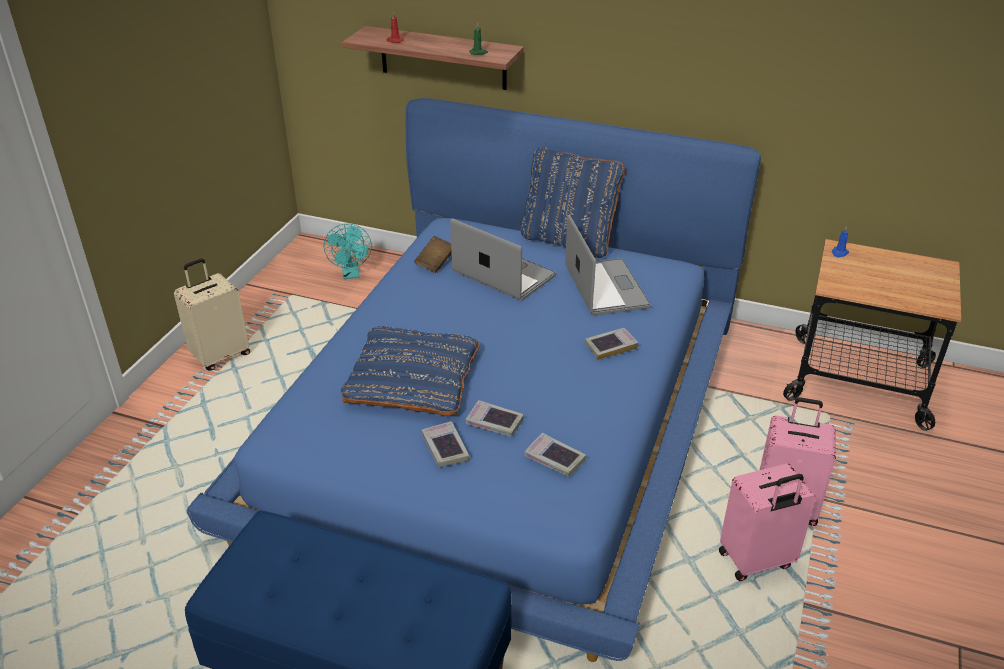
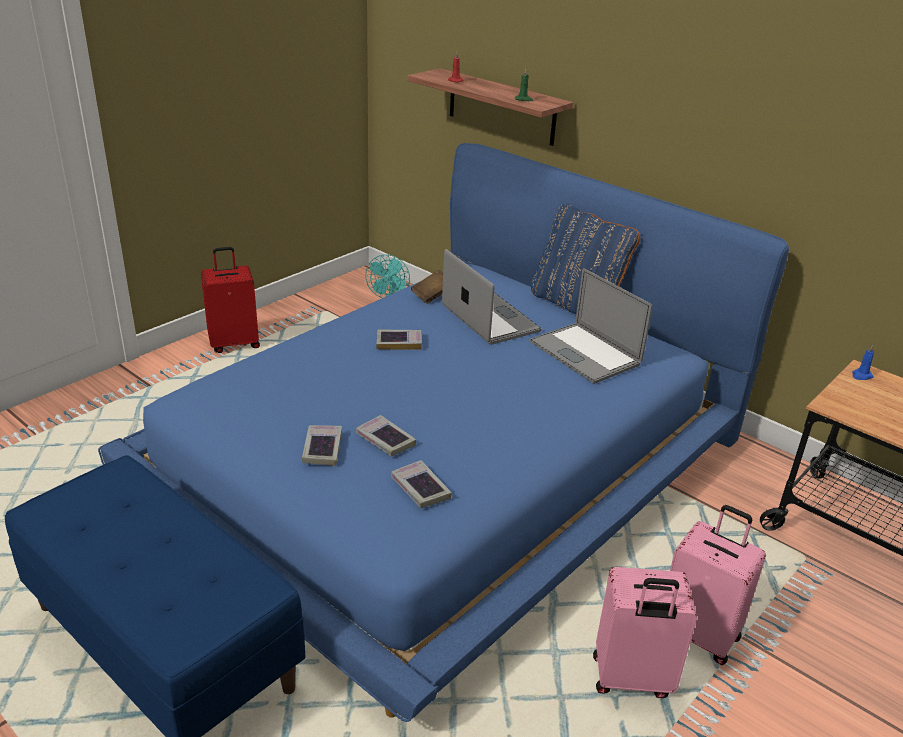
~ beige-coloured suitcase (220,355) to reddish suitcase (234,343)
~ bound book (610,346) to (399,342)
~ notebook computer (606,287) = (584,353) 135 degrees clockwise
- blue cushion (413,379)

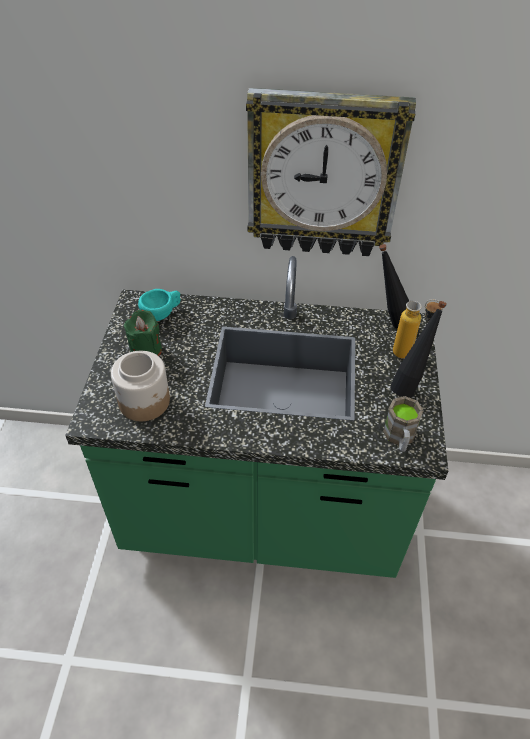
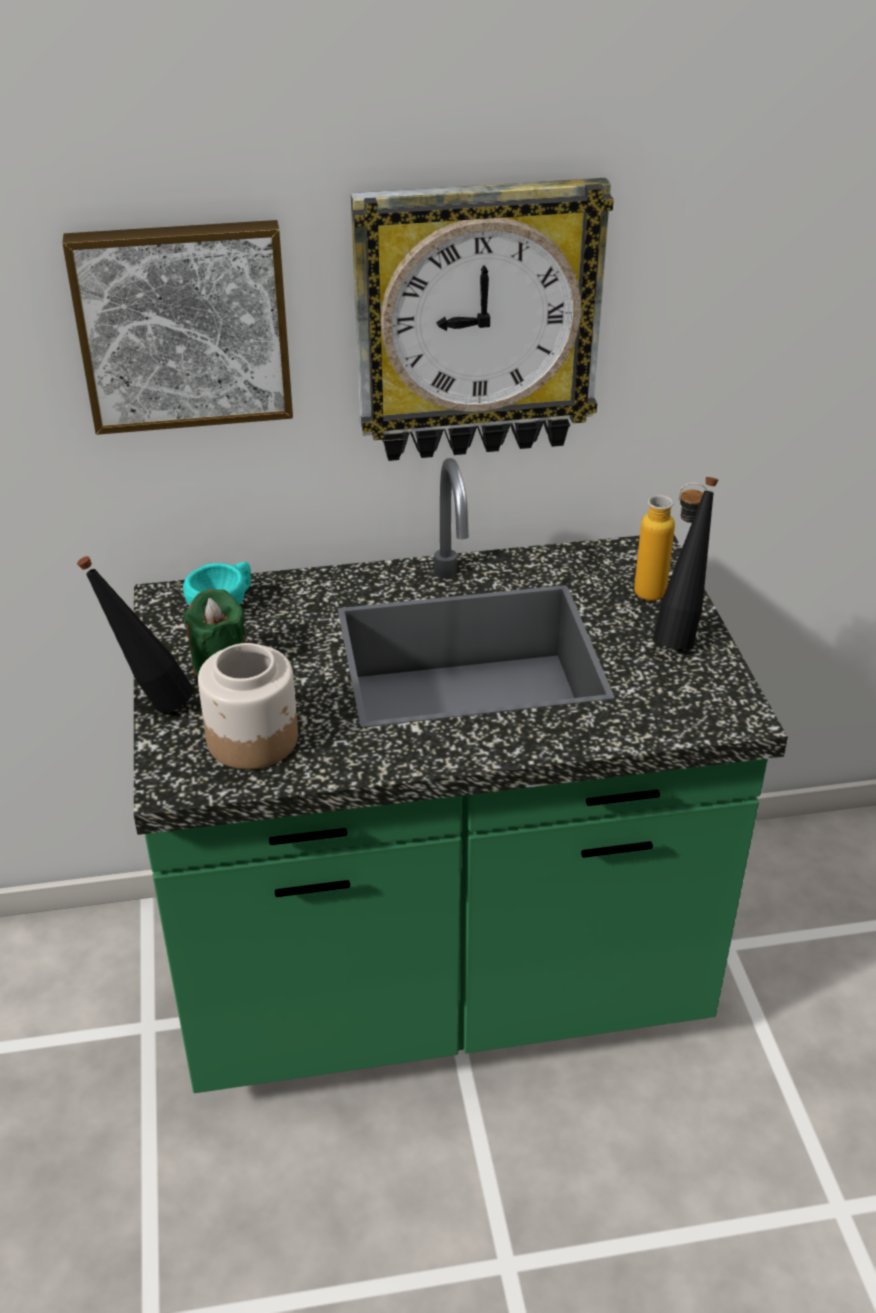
+ wall art (183,325)
~ black-coloured drink bottle (389,321) to (149,703)
- brownish coffee mug (399,438)

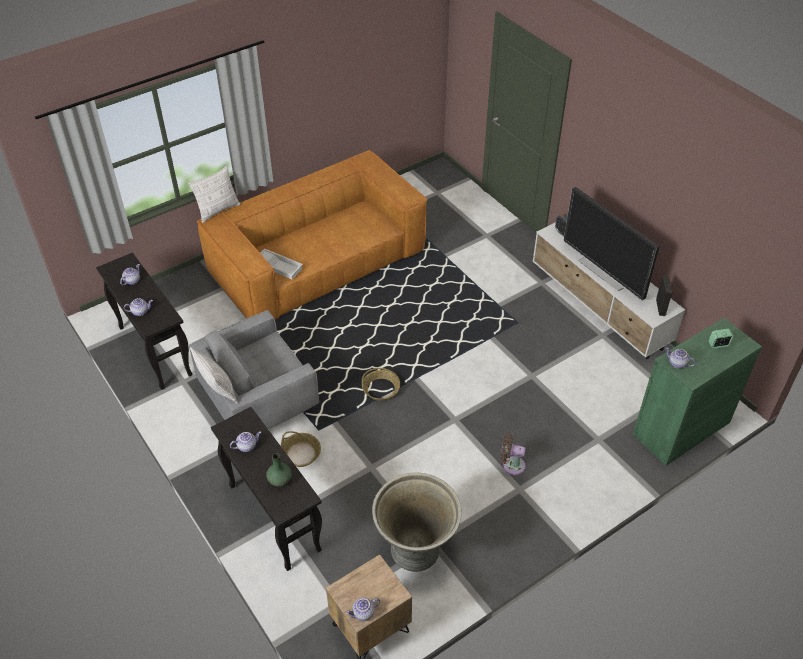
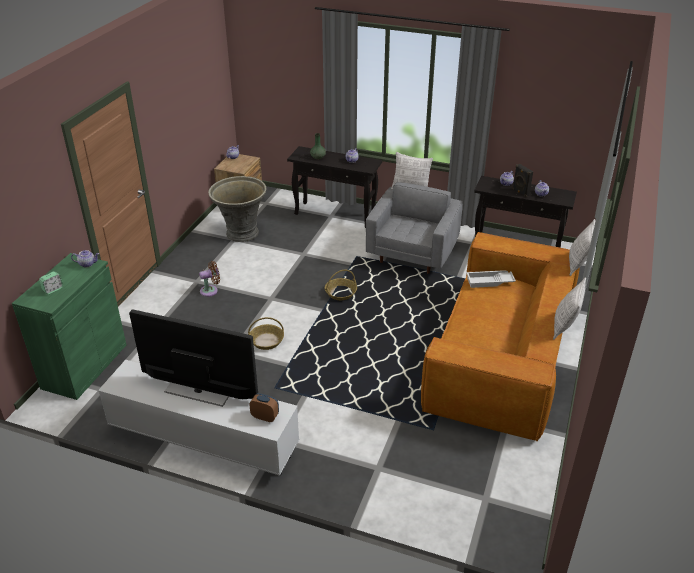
~ storage basket (301,454) to (266,341)
~ black-coloured loudspeaker (661,307) to (520,192)
+ cushion (564,326)

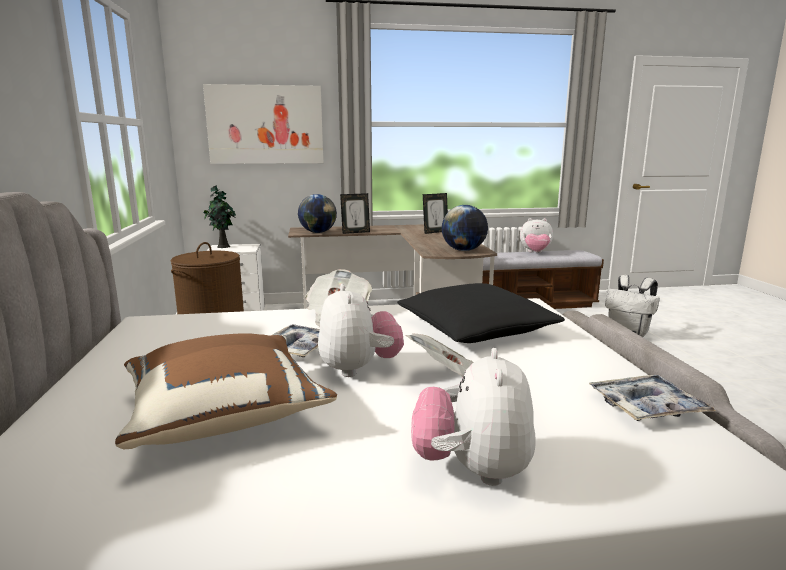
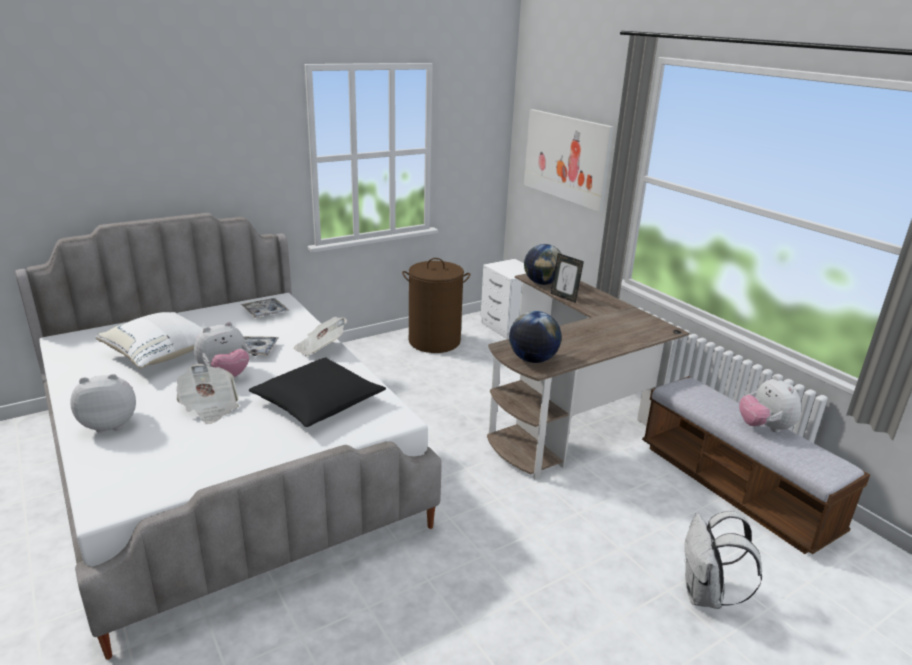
~ brownish cushion (225,414) to whitish cushion (162,355)
~ tray (646,407) to (265,312)
- plant in a pot (222,246)
- standing frame (435,232)

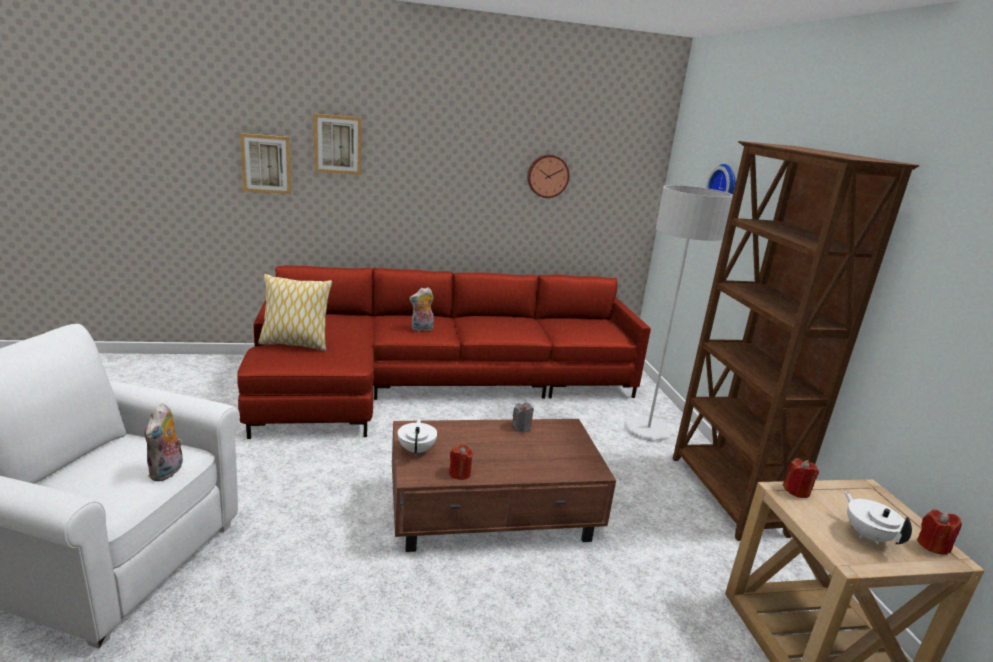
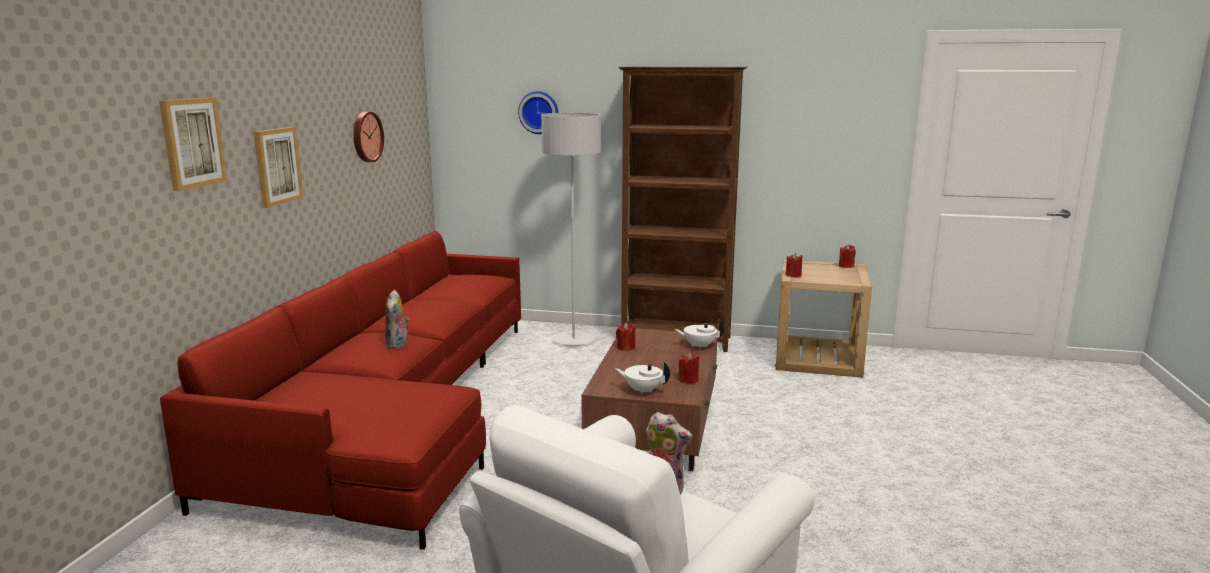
~ wall art (266,164) to (277,166)
~ greyish wax light (521,427) to reddish wax light (625,348)
~ whitish tea pot (868,535) to (699,346)
- cushion (295,344)

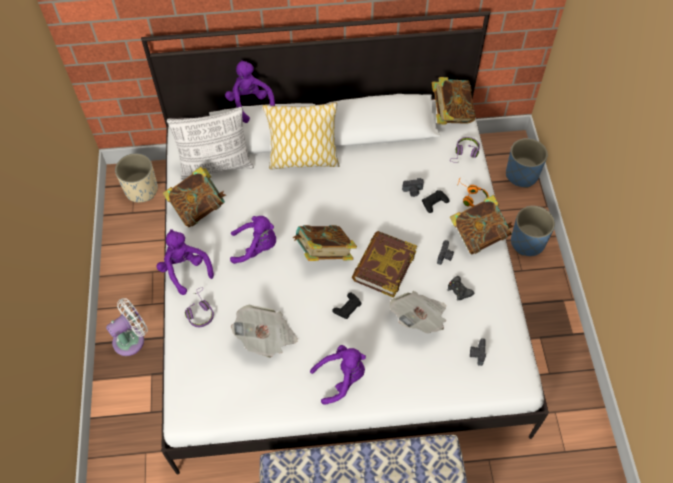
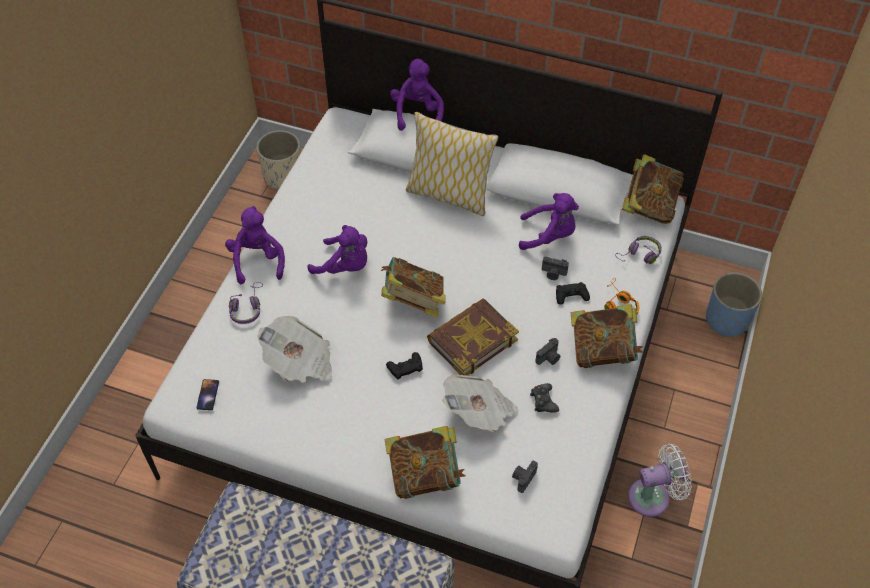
+ handset (207,395)
~ bound book (198,208) to (425,474)
~ purplish soft toy (341,378) to (549,236)
~ whitish fan (132,339) to (653,497)
- cushion (216,166)
- blue planter (527,242)

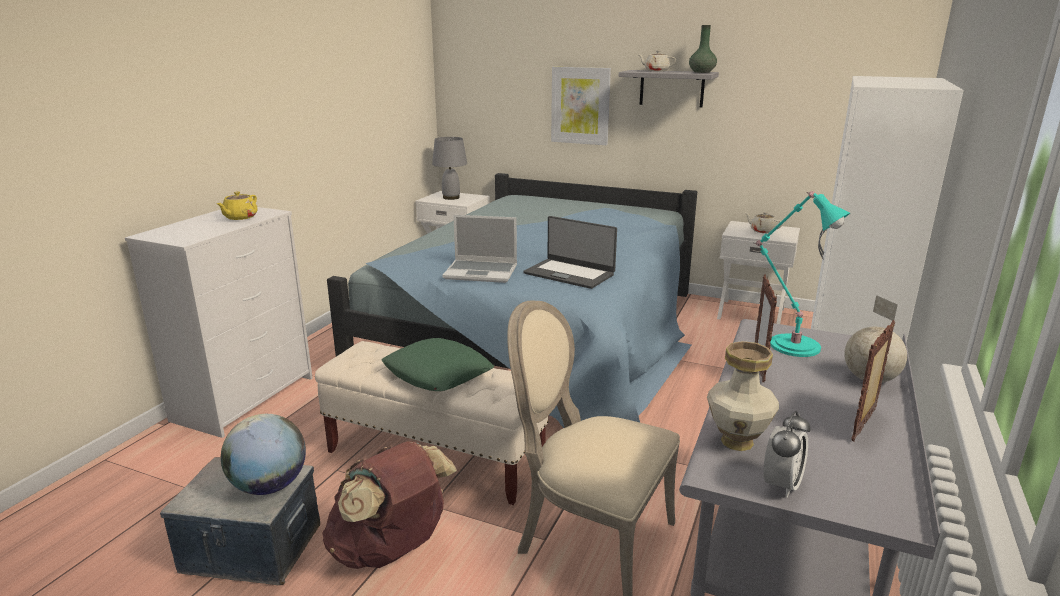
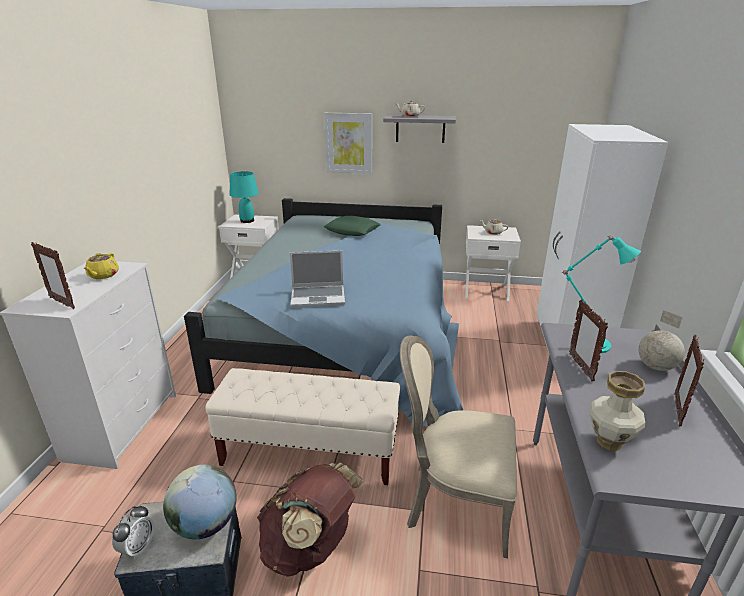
+ standing frame (62,303)
~ table clock (781,485) to (138,548)
~ greyish table lamp (451,197) to blue-green table lamp (247,220)
~ green cushion (437,373) to (352,231)
- notebook computer (569,274)
- green decorative vase (702,72)

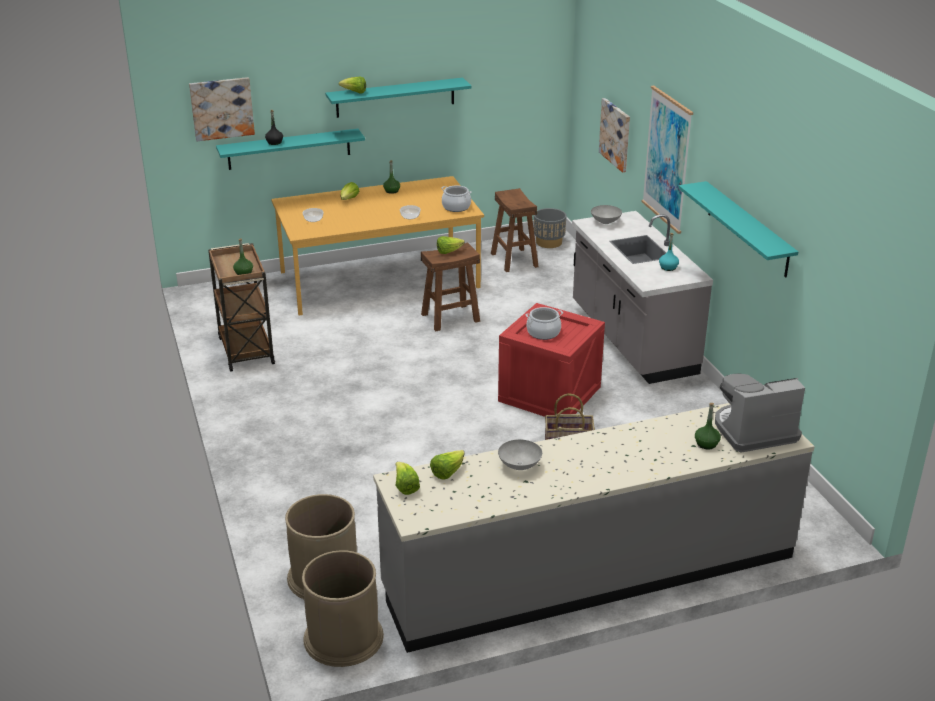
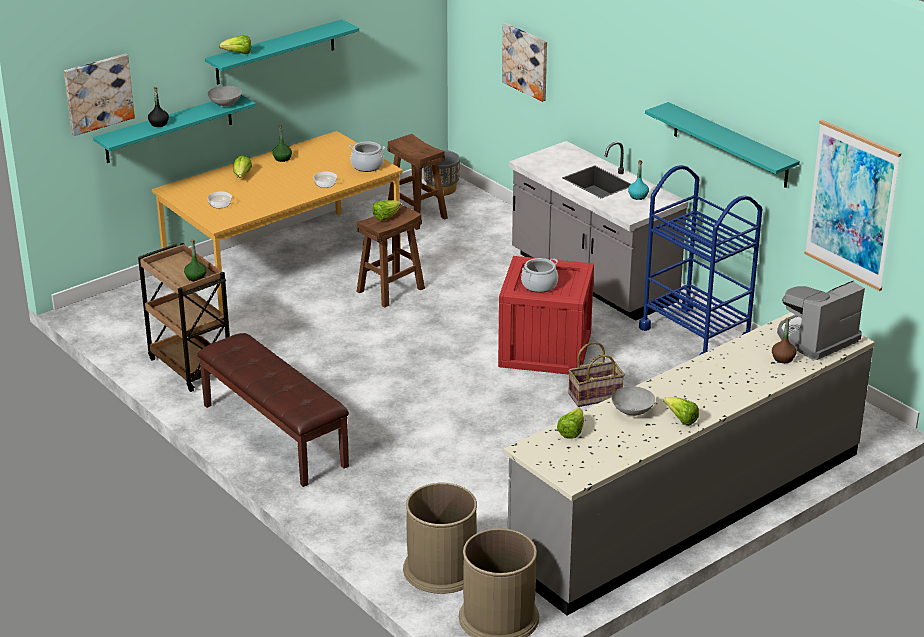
+ brownish bench (273,435)
~ greyish bowl (606,222) to (226,104)
+ blue wheeled cart (695,335)
~ lettuce (405,487) to (681,419)
~ green drink bottle (706,444) to brownish drink bottle (783,358)
~ wall art (667,159) to (852,205)

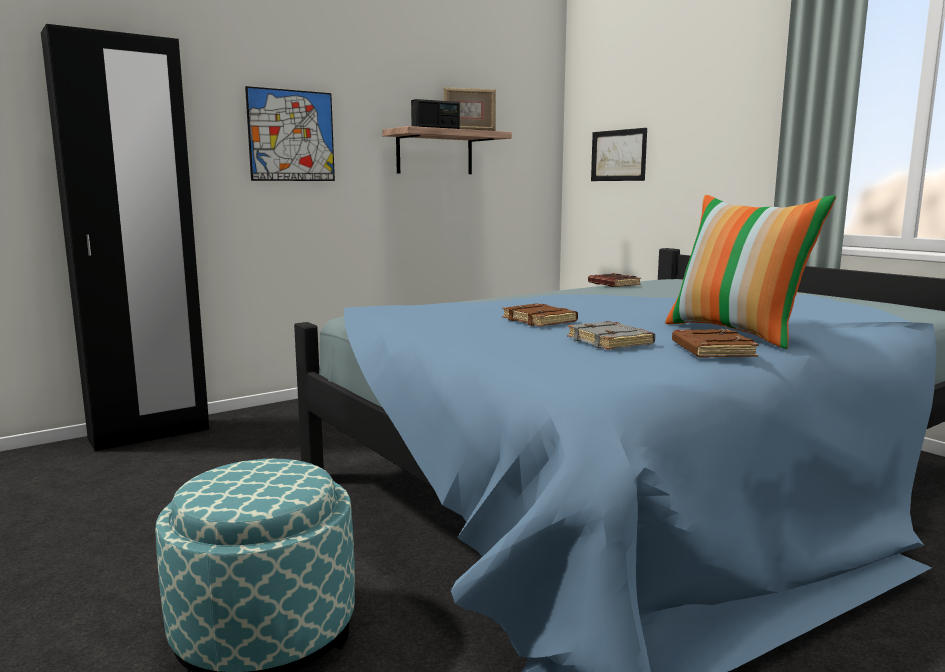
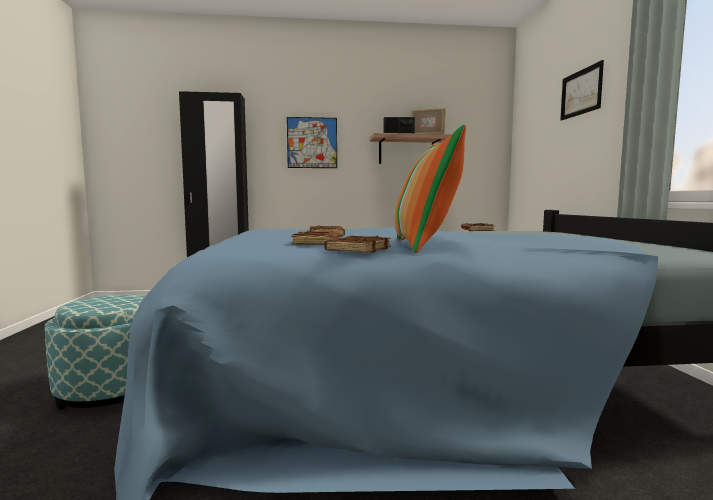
~ greyish bound book (611,342) to brownish bound book (317,243)
~ wall art (618,155) to (581,92)

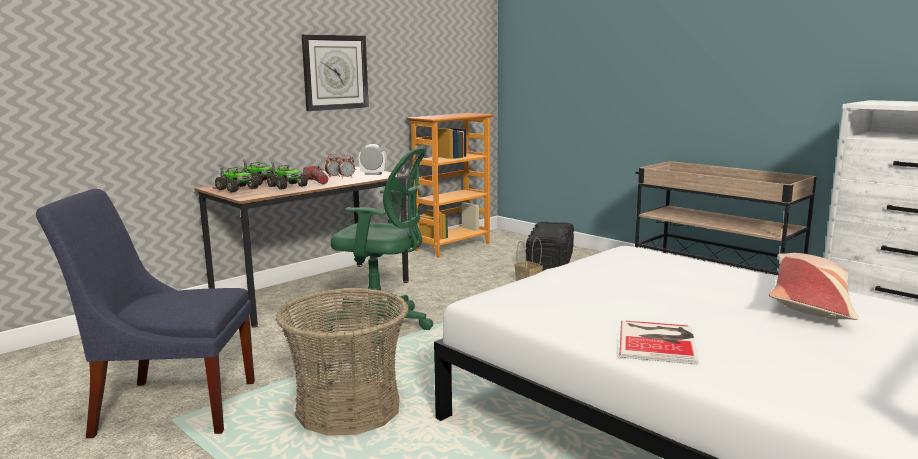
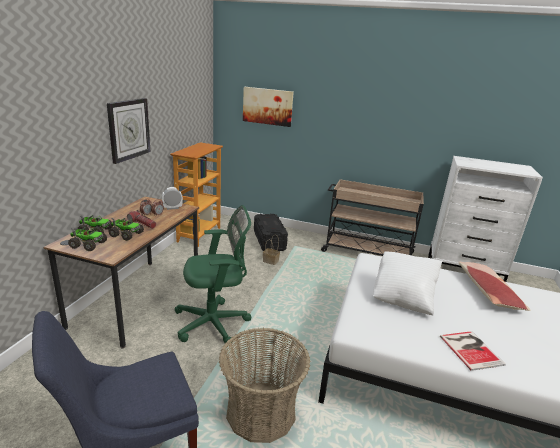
+ wall art (267,106)
+ whitish cushion (402,298)

